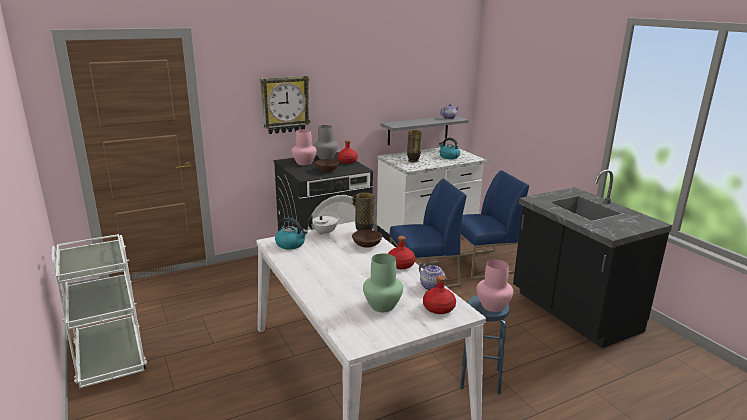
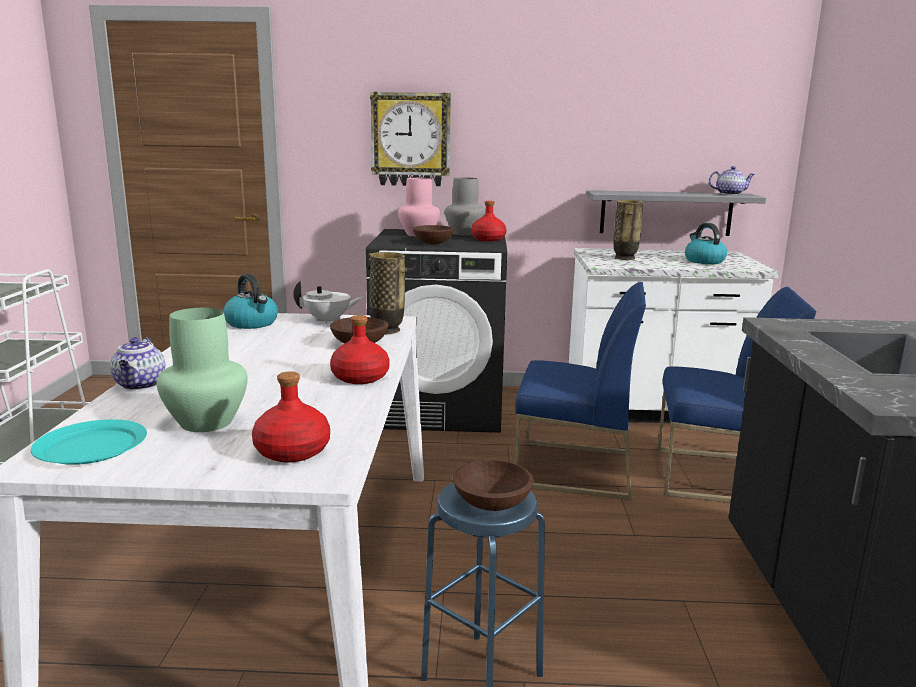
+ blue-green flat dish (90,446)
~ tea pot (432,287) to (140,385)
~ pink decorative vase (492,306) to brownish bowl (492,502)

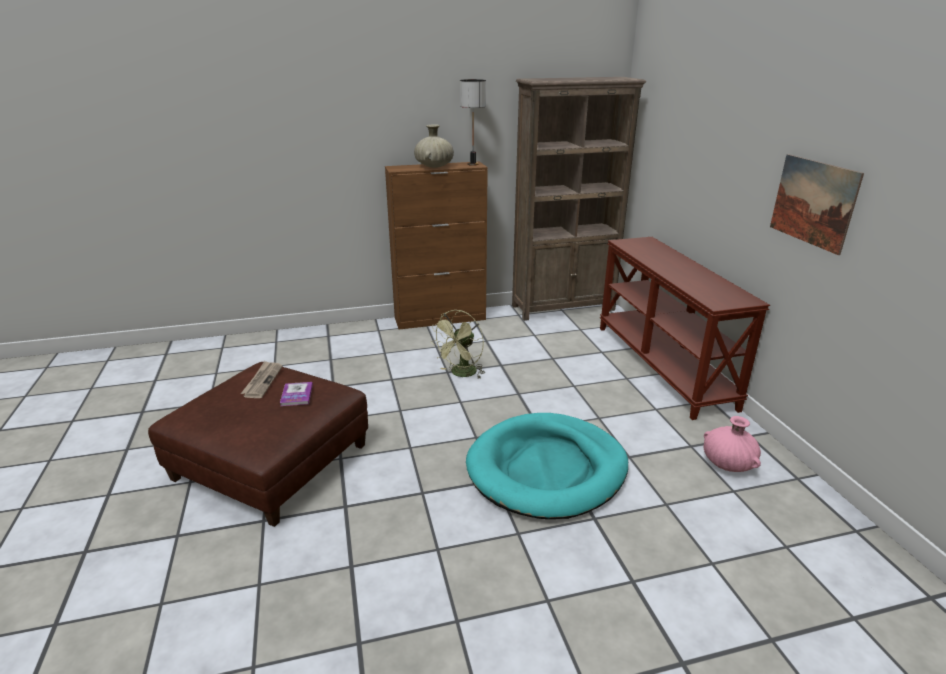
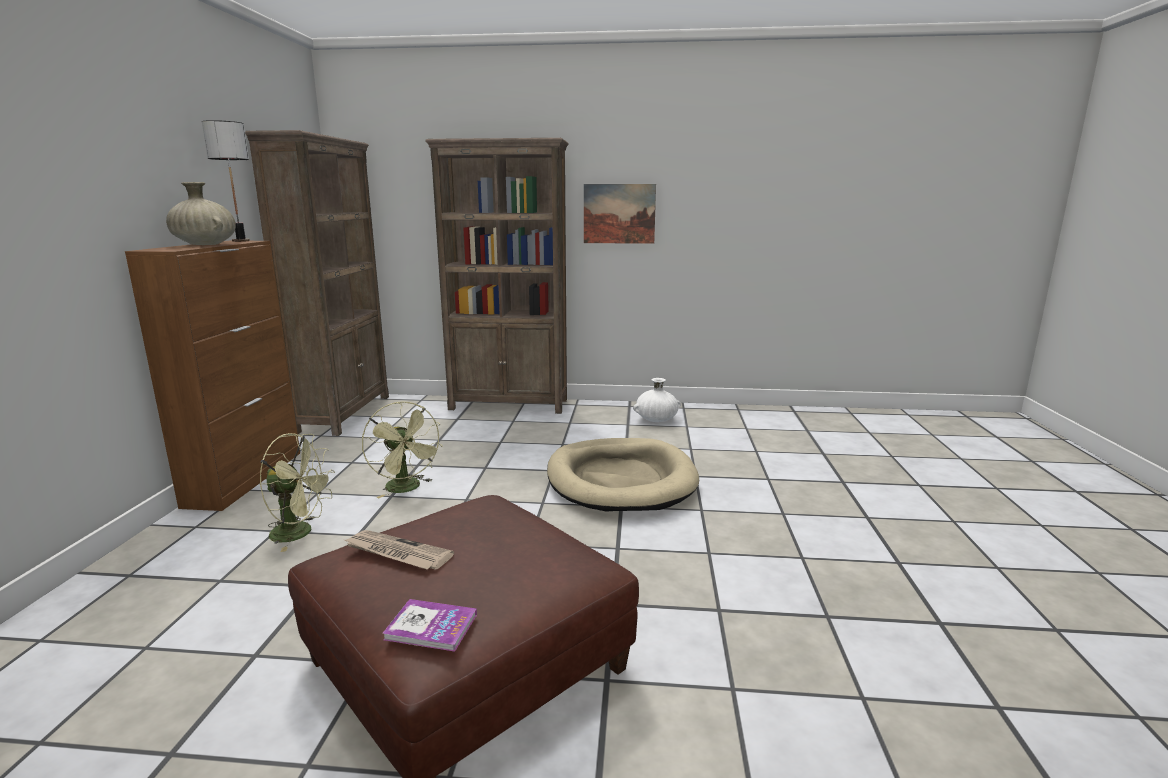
+ green fan (300,533)
~ bound book (296,395) to (431,627)
~ brownish hall table (663,365) to brownish shelving unit (509,405)
~ blue-green dog bed (547,469) to beige-coloured dog bed (620,480)
~ pink decorative vase (728,463) to whitish decorative vase (656,420)

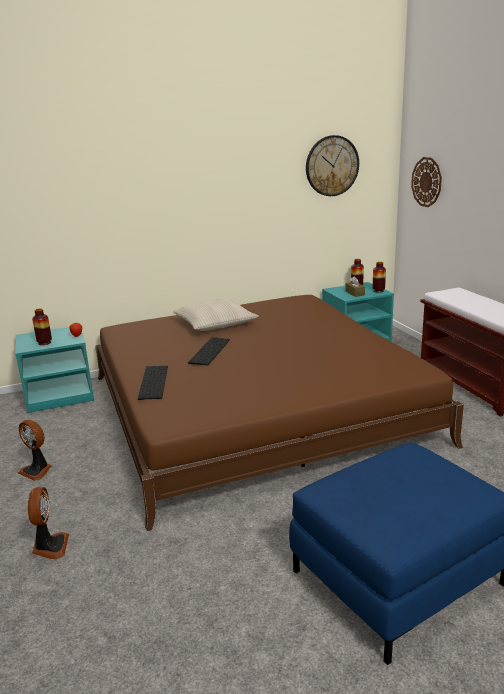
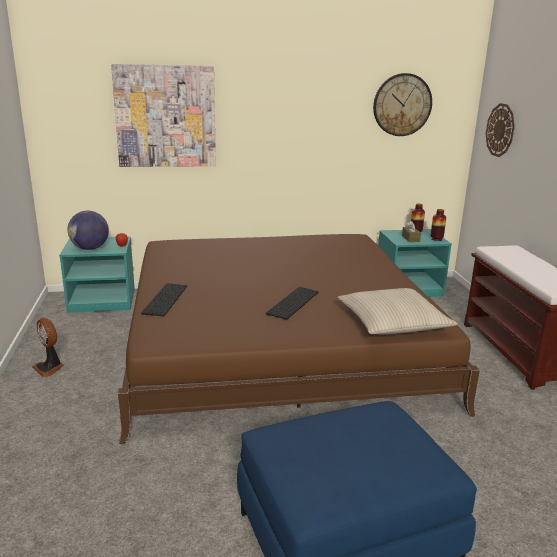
~ decorative vase (44,343) to globe (90,248)
+ wall art (165,116)
~ computer keyboard (208,351) to (292,302)
~ beige-coloured cushion (215,324) to (392,322)
- fan (50,547)

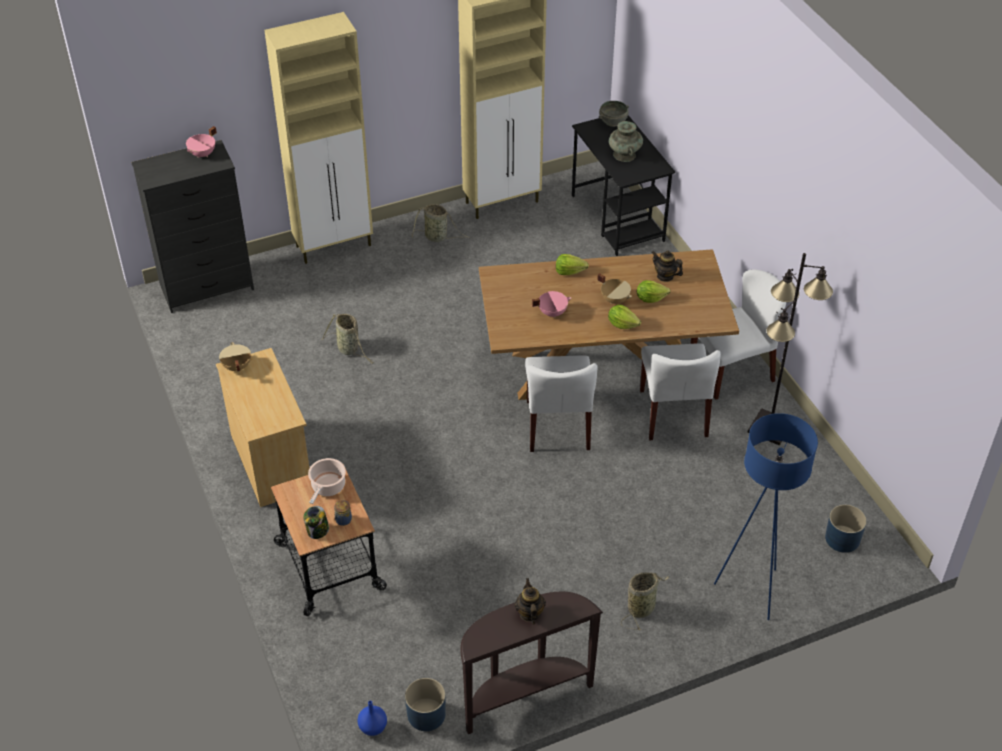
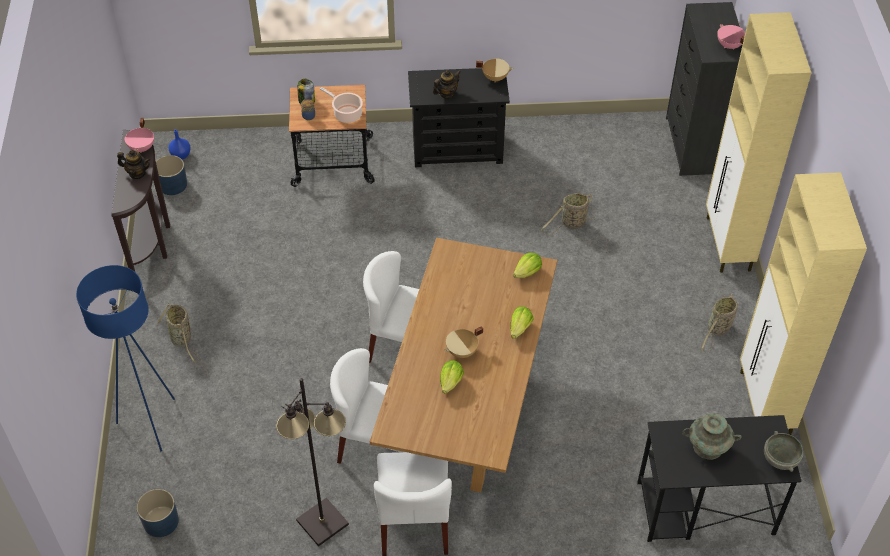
~ pink saucepot (552,312) to (142,148)
~ beige-coloured chest of drawers (271,461) to black-coloured chest of drawers (458,149)
~ tea pot (665,276) to (446,93)
~ lettuce (622,324) to (527,272)

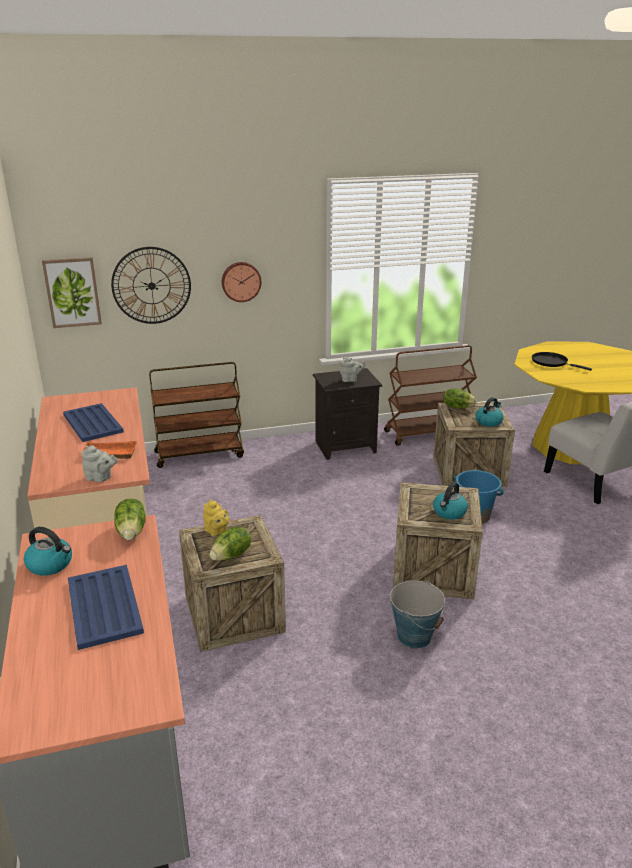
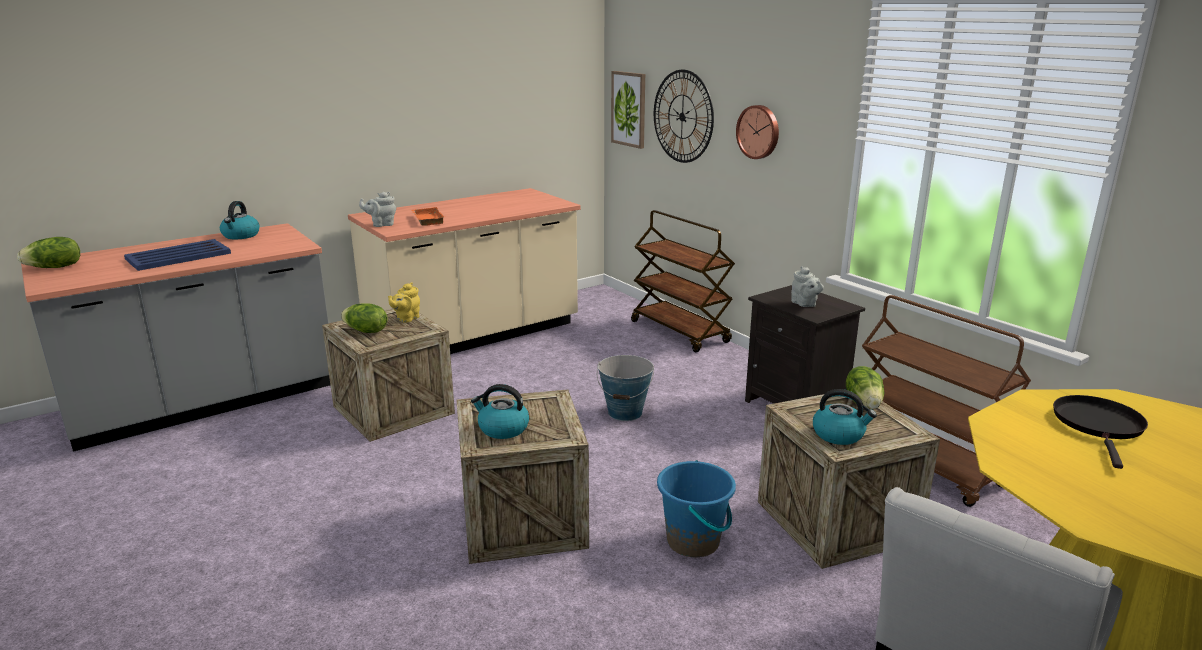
~ lettuce (132,532) to (55,267)
~ greyish tea pot (100,478) = (381,224) 75 degrees clockwise
~ pail (414,636) to (625,412)
- blue tray (92,423)

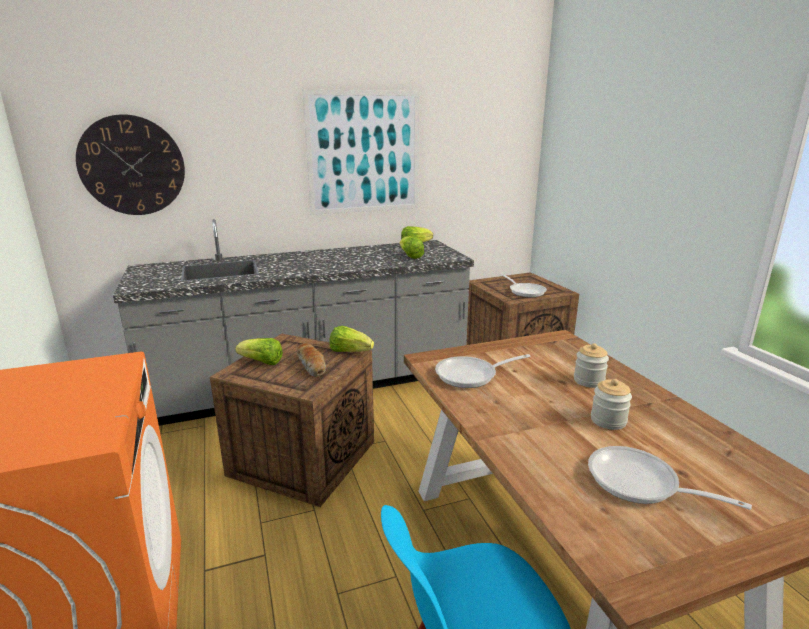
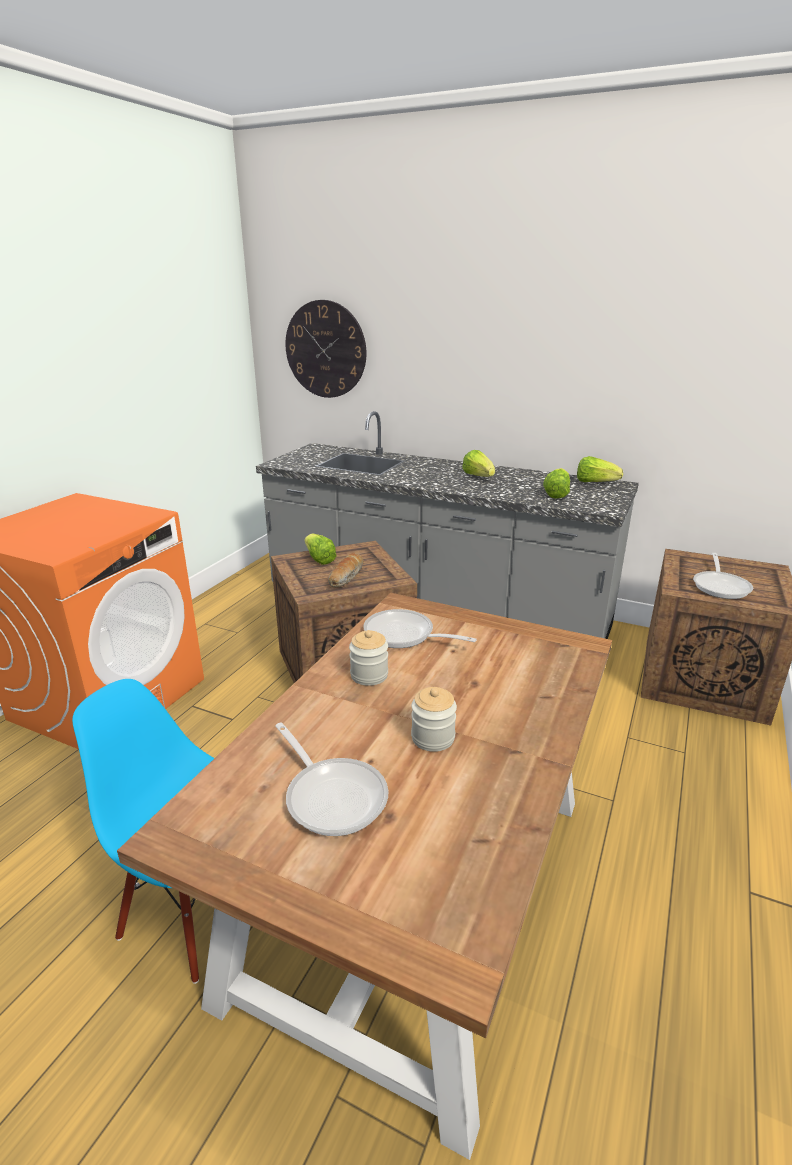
~ skillet (640,484) = (332,795) 150 degrees clockwise
~ storage jar (588,381) to (369,675)
~ lettuce (349,352) to (478,476)
- wall art (364,153)

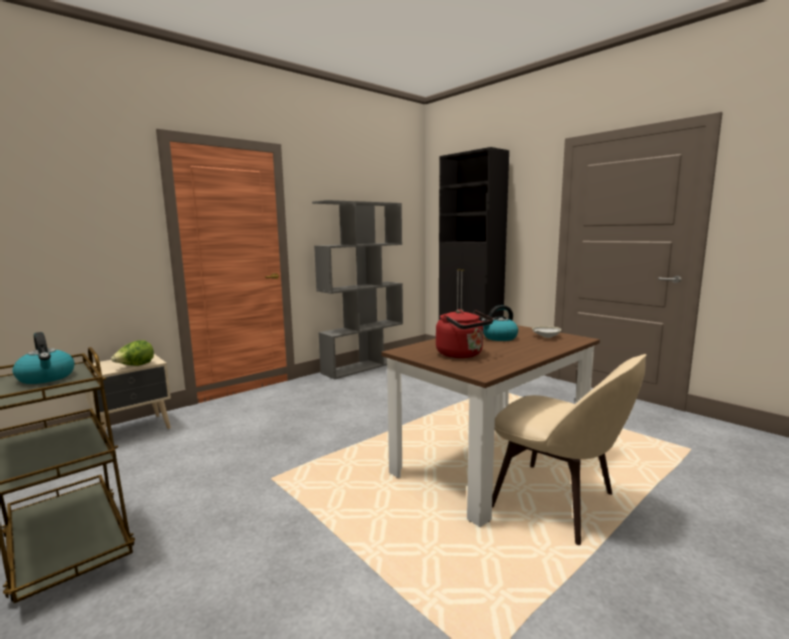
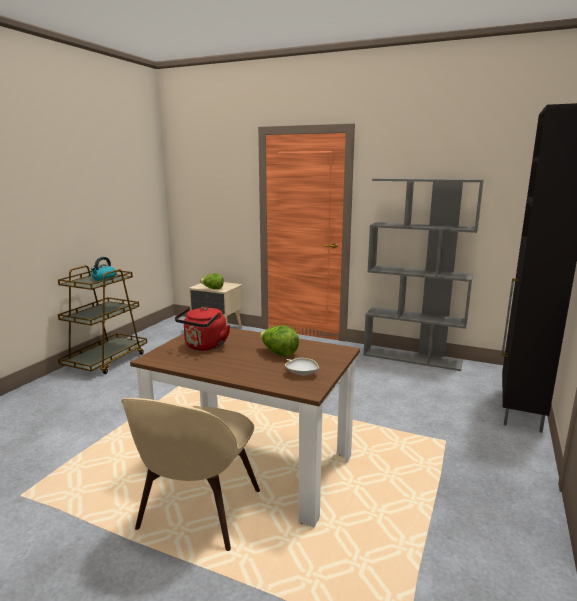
~ tea kettle (499,338) to lettuce (279,353)

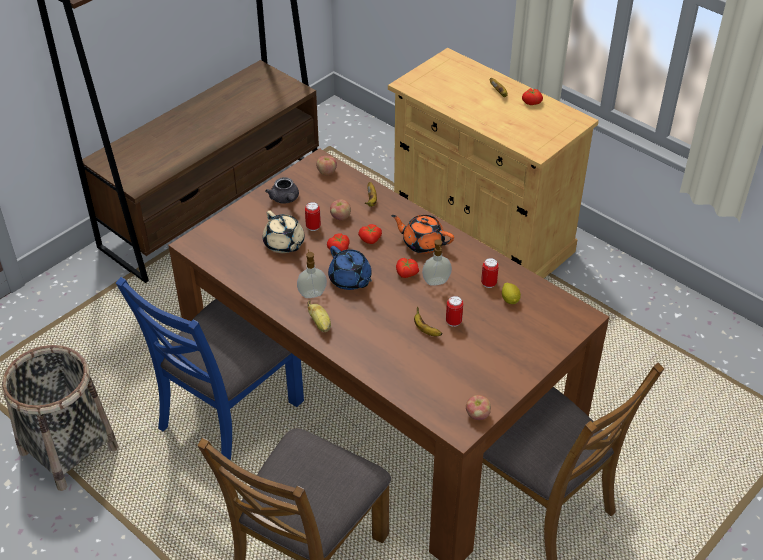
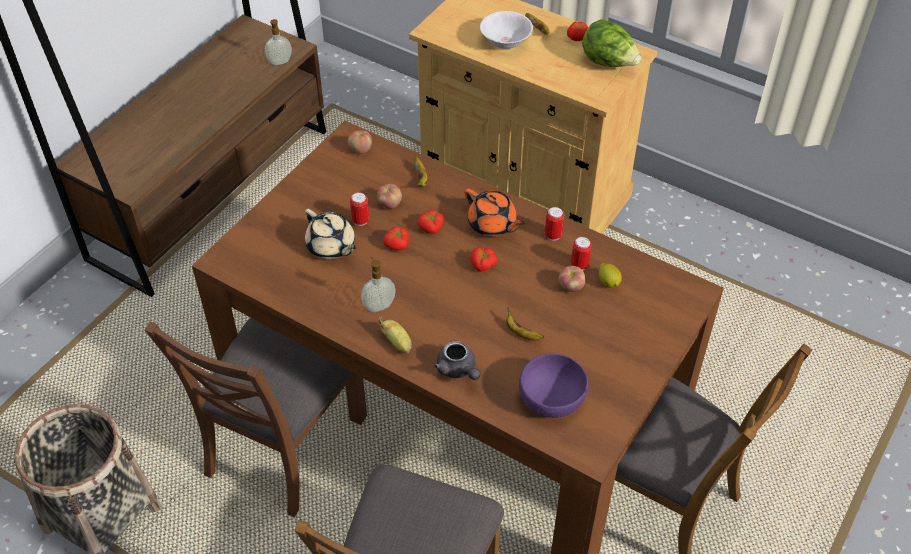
~ blue chair (229,415) to brownish chair (284,446)
~ soap bottle (436,282) to (280,62)
~ greyish tea pot (285,199) to (458,370)
~ orangey tea pot (422,243) = (492,225) 150 degrees counterclockwise
+ whitish bowl (505,43)
+ purplish bowl (552,397)
~ can (453,322) to (553,235)
~ apple (477,415) to (571,287)
+ lettuce (609,63)
- blue tea pot (350,280)

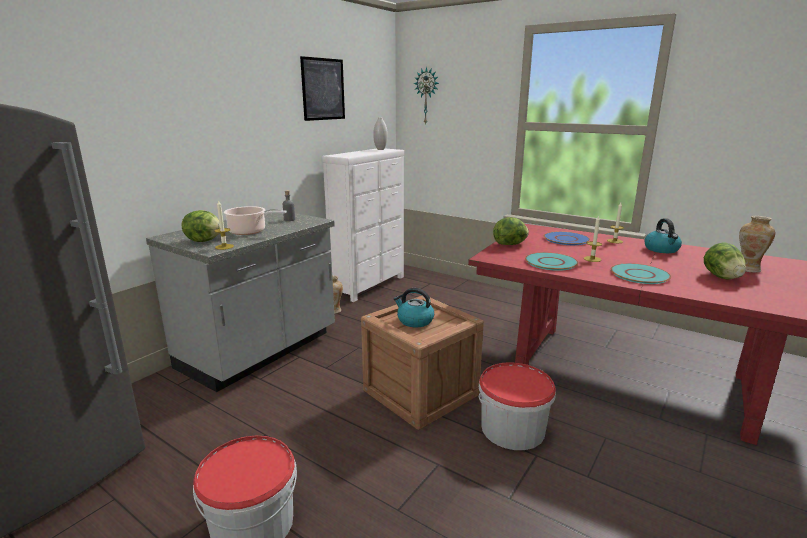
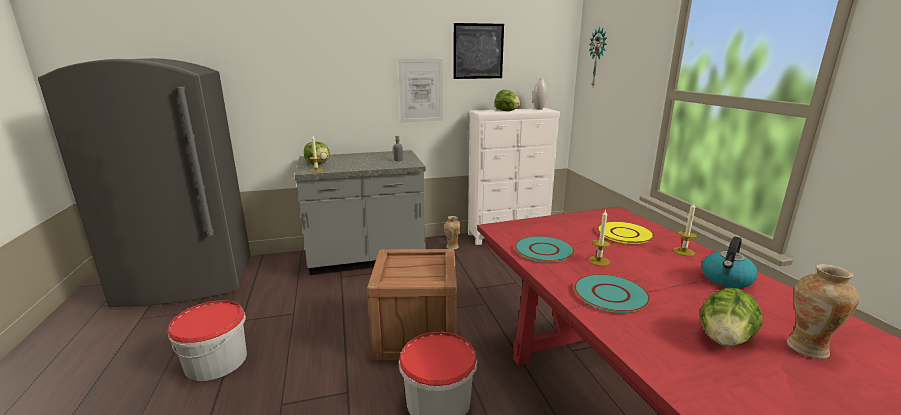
+ wall art (421,90)
~ lettuce (510,244) to (506,111)
~ blue flat dish (566,239) to yellow-coloured flat dish (624,233)
- saucepot (249,231)
- tea kettle (414,321)

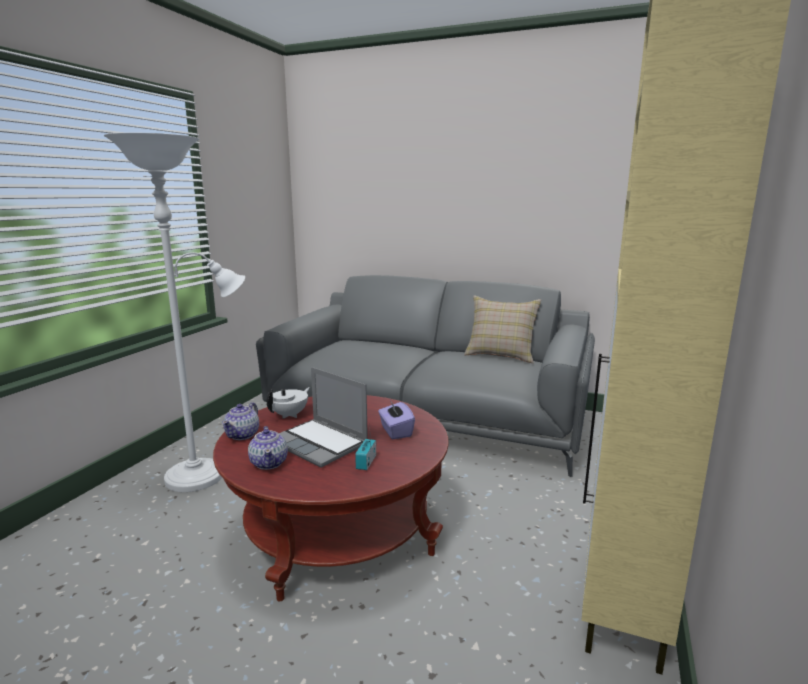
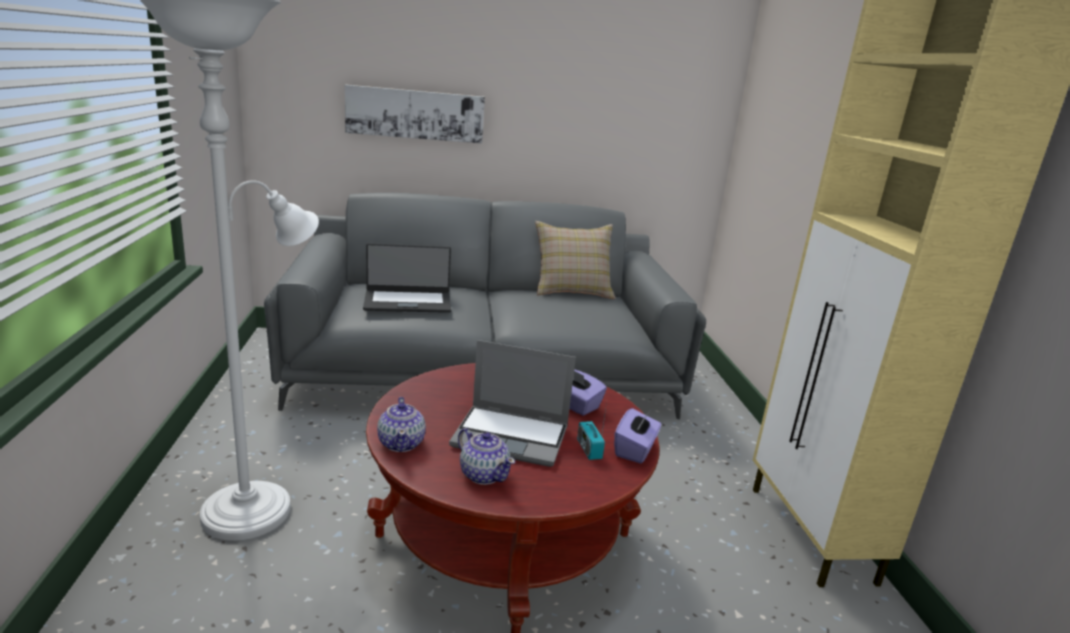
+ wall art (415,114)
+ notebook computer (407,302)
+ purplish tissue box (635,450)
- whitish tea pot (290,415)

